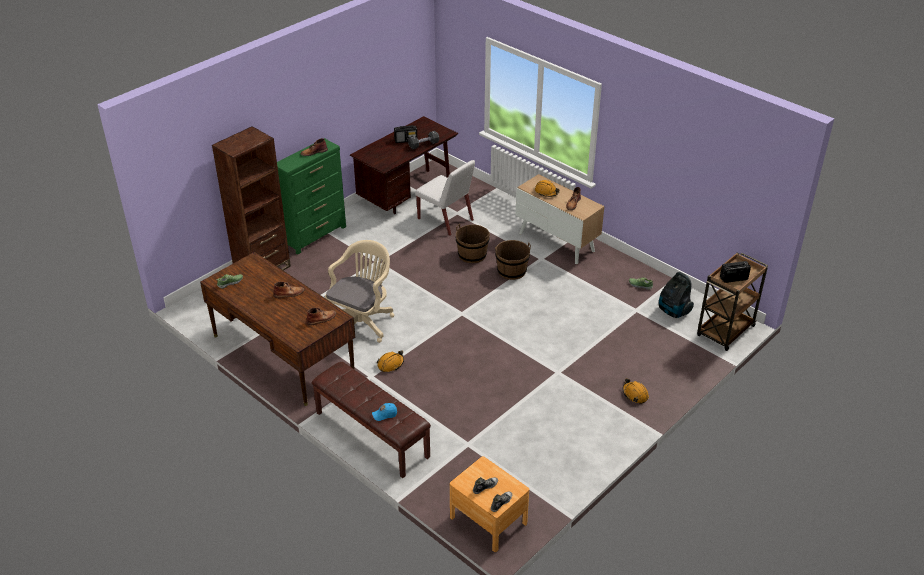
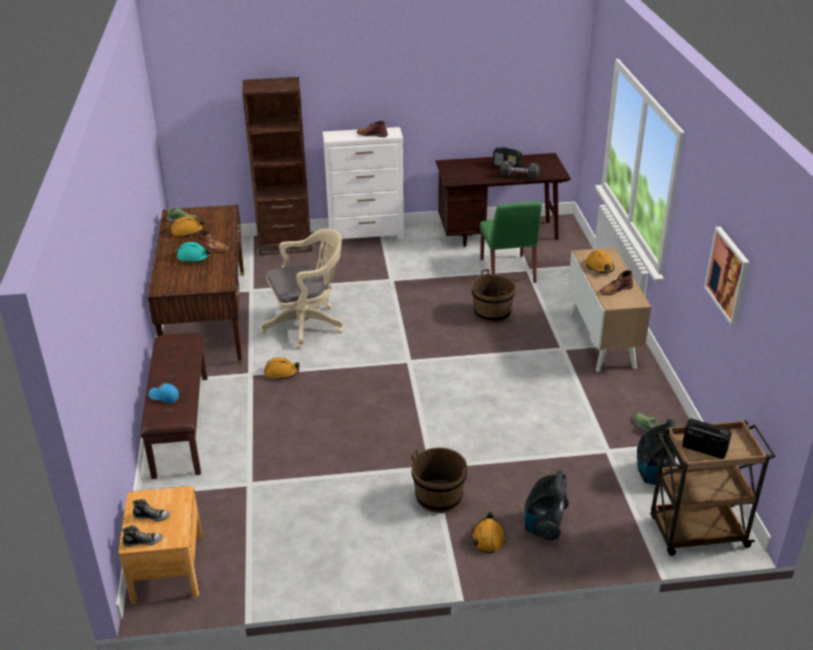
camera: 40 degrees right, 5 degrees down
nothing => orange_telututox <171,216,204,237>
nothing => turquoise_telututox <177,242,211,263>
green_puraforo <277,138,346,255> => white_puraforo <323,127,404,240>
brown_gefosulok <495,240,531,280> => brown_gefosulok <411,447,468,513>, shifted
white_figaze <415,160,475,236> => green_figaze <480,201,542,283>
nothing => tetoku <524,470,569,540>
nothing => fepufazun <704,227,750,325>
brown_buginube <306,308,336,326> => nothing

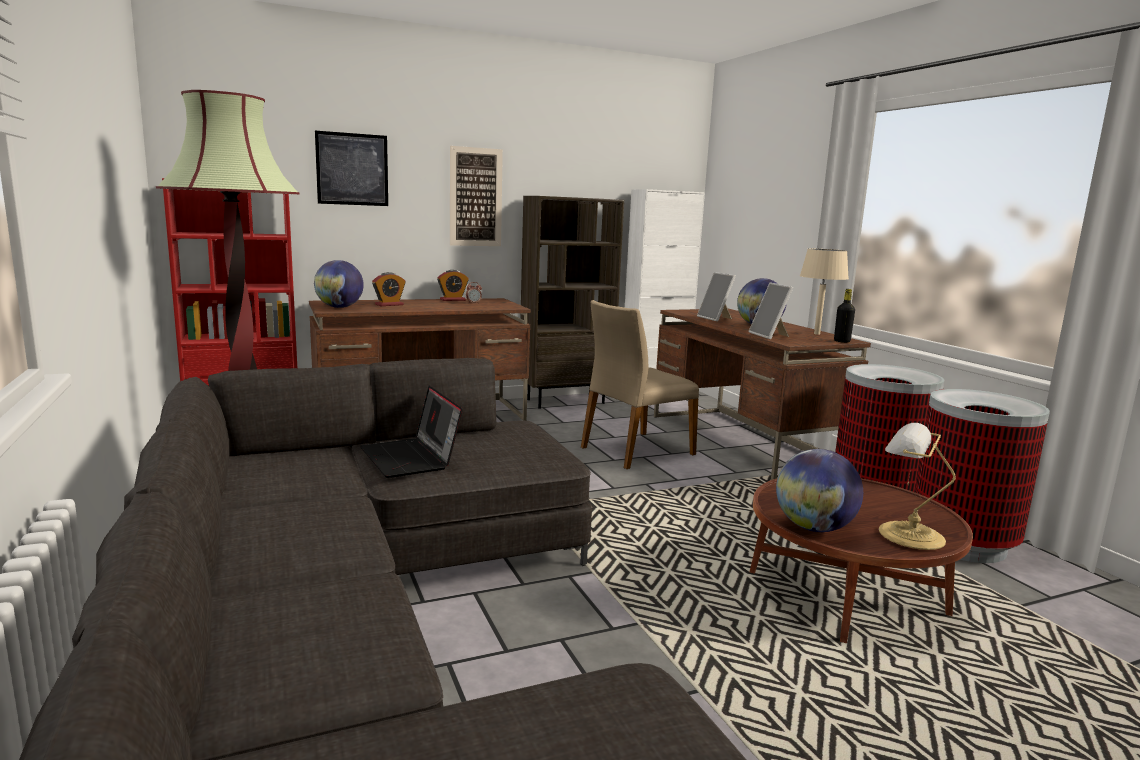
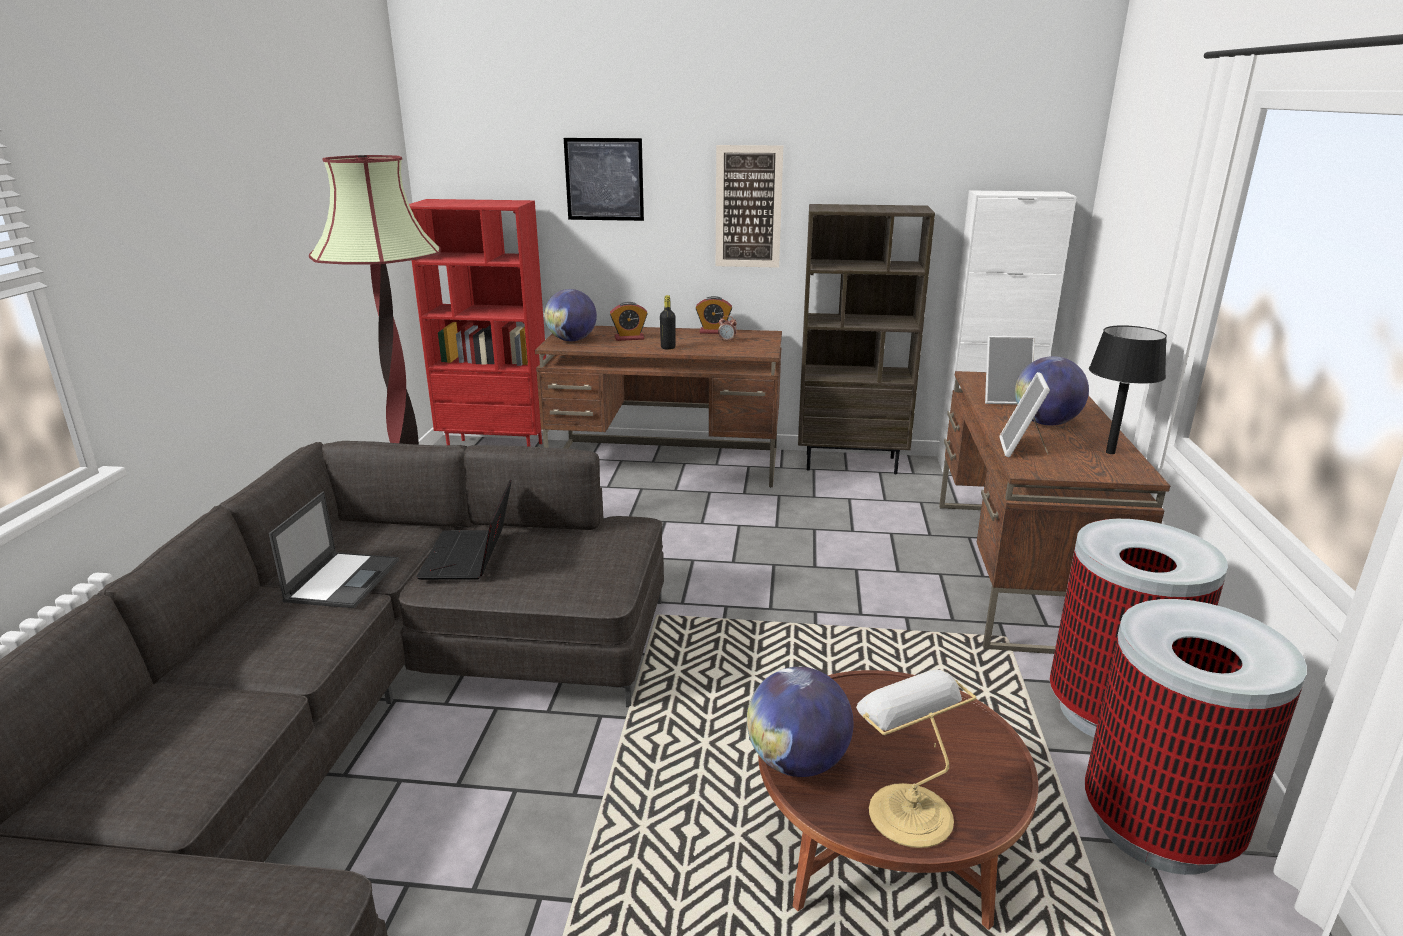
camera: 30 degrees right, 10 degrees up
nothing => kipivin <269,491,399,608>
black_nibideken <834,289,855,343> => black_nibideken <660,295,675,350>, shifted
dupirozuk <697,272,736,322> => dupirozuk <985,336,1035,405>, 90 degrees counterclockwise
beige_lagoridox <800,249,849,335> => black_lagoridox <1089,325,1167,454>
beige_figaze <581,300,699,469> => nothing

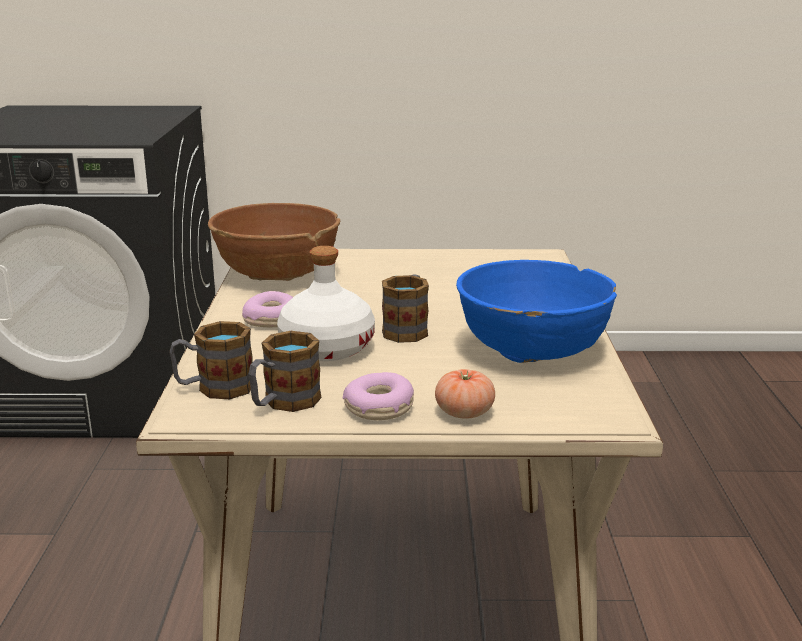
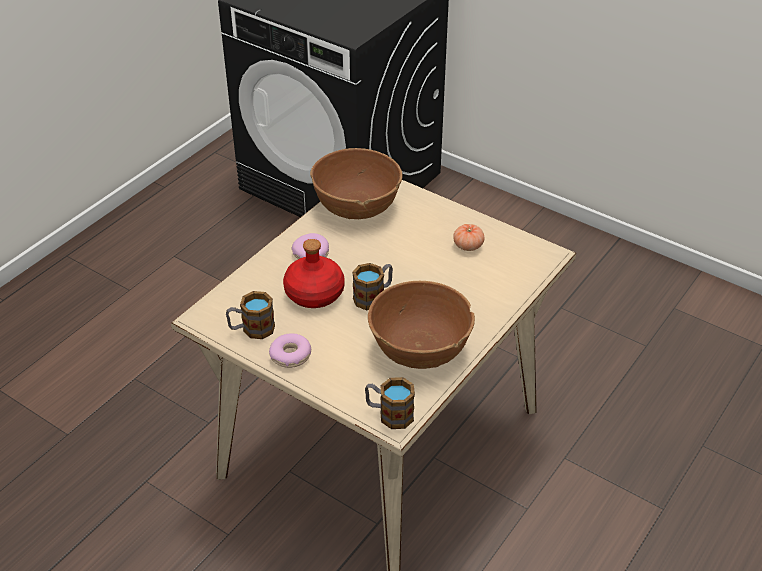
camera: 35 degrees right, 20 degrees up
white_nibideken <277,246,375,361> => red_nibideken <283,239,345,308>
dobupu <169,321,253,399> => dobupu <365,377,415,429>, shifted
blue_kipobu <456,260,617,363> => brown_kipobu <368,281,475,369>
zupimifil <435,369,495,419> => zupimifil <453,224,484,251>, shifted

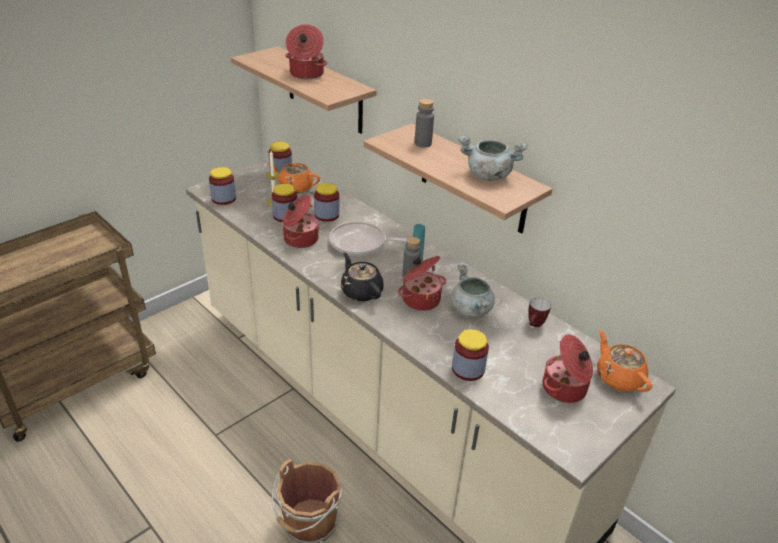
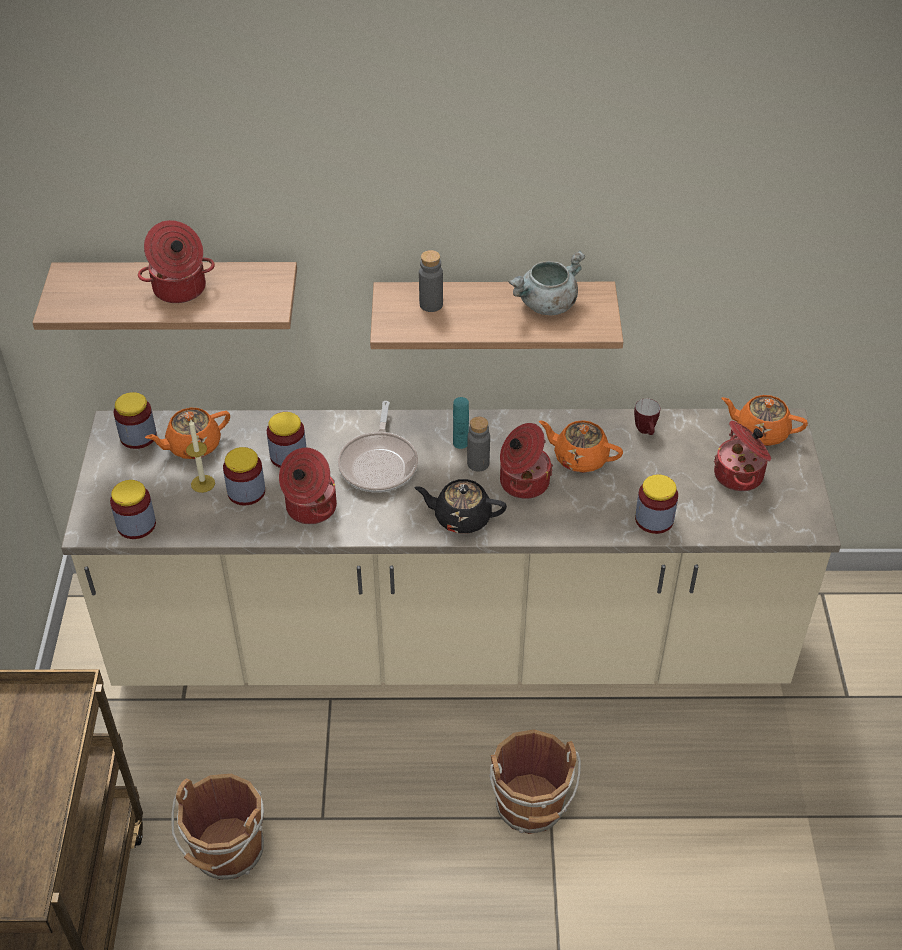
camera: 45 degrees left, 10 degrees up
nothing => brown_gefosulok <171,774,264,880>
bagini <329,221,407,256> => bagini <338,401,418,493>, 45 degrees counterclockwise
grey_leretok <450,265,495,317> => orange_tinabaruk <539,420,623,473>

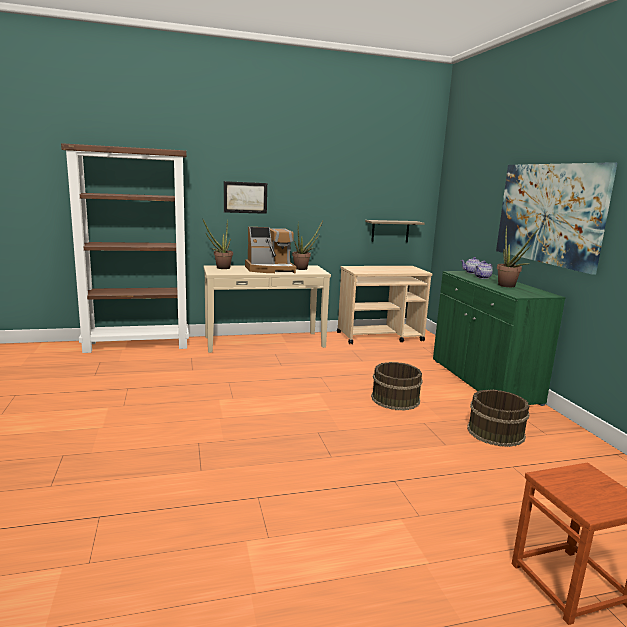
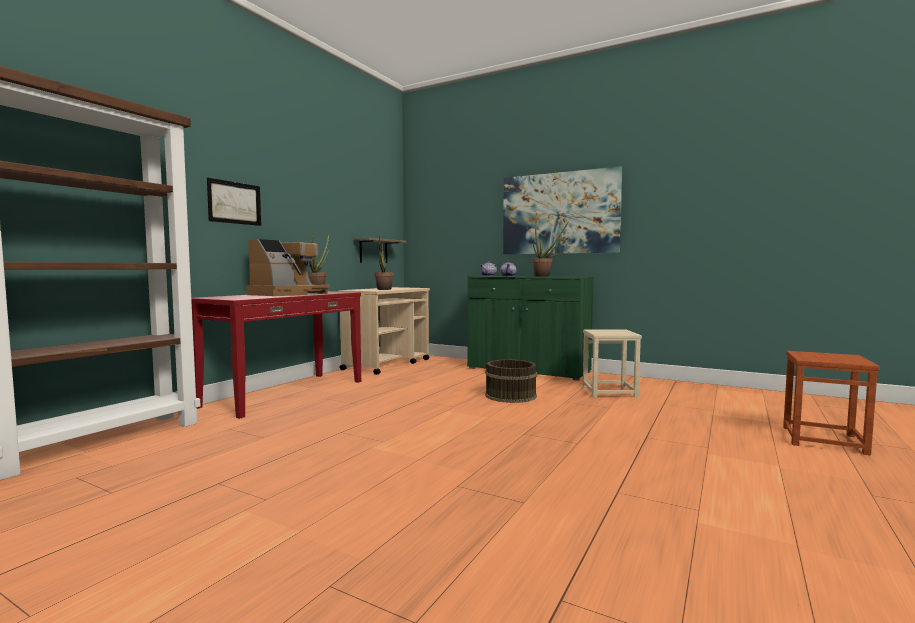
camera: 45 degrees left, 10 degrees down
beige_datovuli <204,265,331,353> => red_datovuli <191,291,361,418>
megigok <202,218,233,269> => megigok <374,236,394,290>, shifted
brown_gefosulok <467,390,529,447> => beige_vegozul <583,329,642,398>

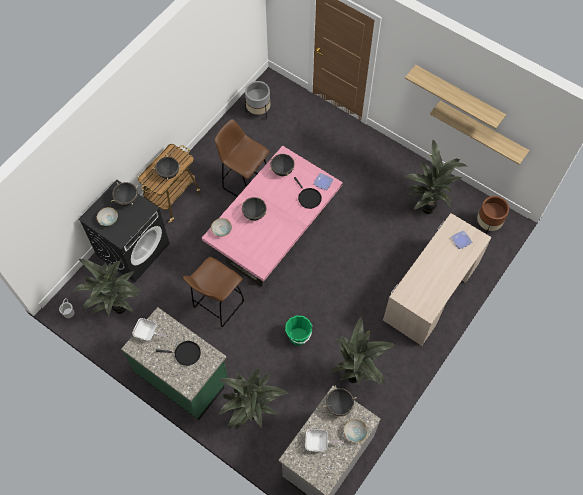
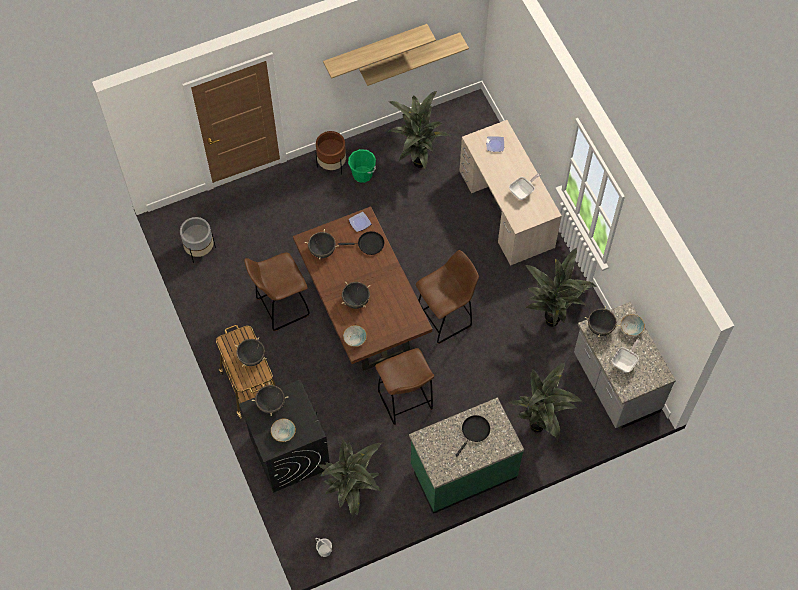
camera: 60 degrees left, 0 degrees up
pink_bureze <202,146,343,287> => brown_bureze <293,207,432,371>
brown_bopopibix <477,196,509,233> => brown_bopopibix <316,131,346,174>, shifted
green_gefosulok <285,315,312,345> => green_gefosulok <348,149,376,183>, shifted
nothing => brown_vegozul <416,250,479,344>
bagini <132,318,169,341> => bagini <509,173,541,200>, shifted

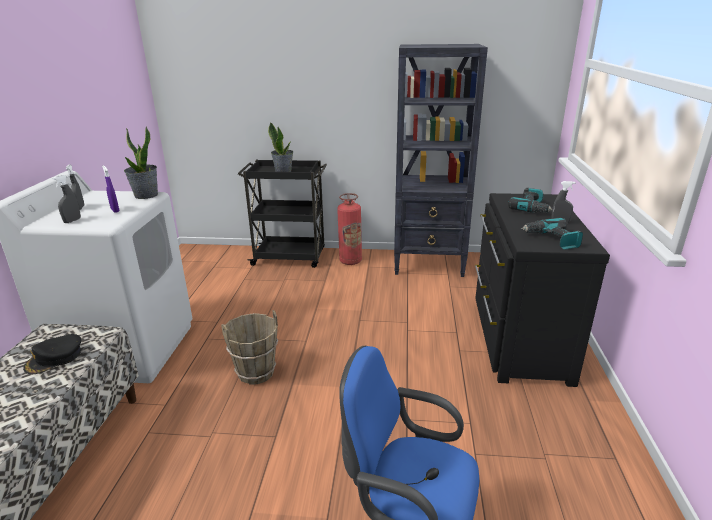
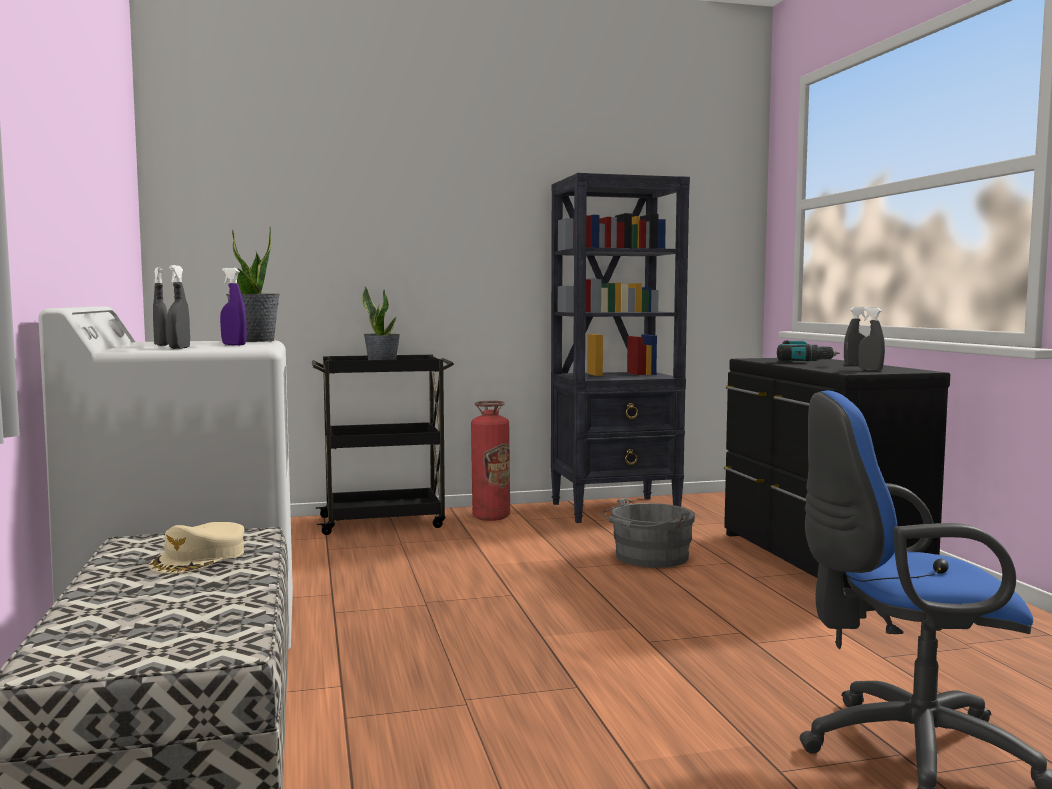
camera: 20 degrees left, 20 degrees down
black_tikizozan <23,334,81,374> => beige_tikizozan <149,522,244,574>
nothing => grey_gefosulok <602,498,695,568>
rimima <521,218,583,250> => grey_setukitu <858,307,885,371>
brown_gefosulok <221,310,278,385> => nothing

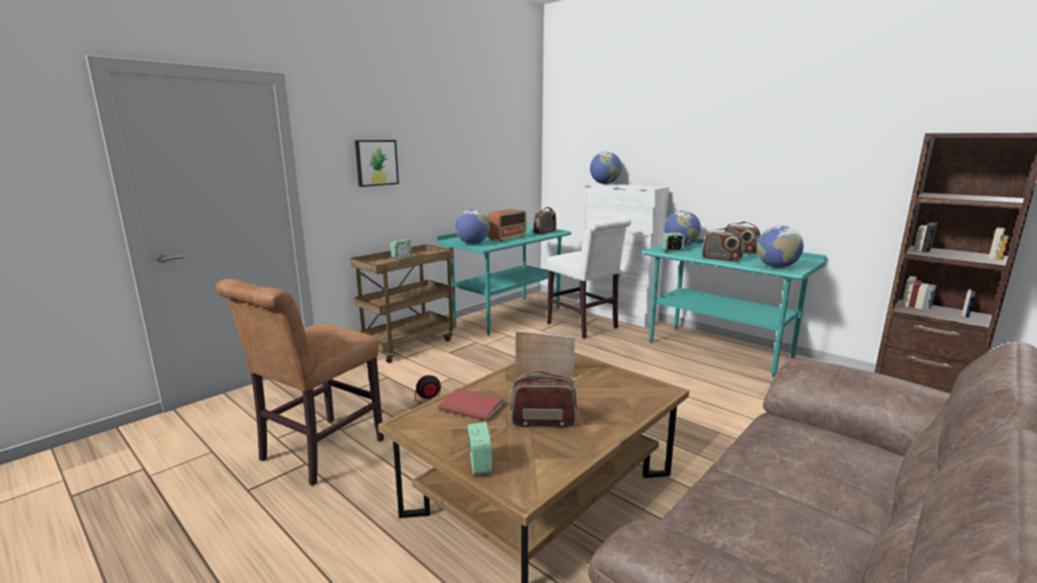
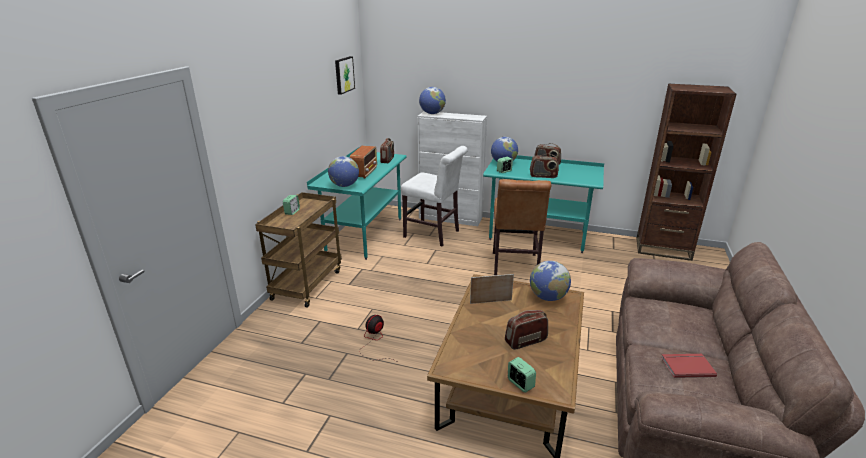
camera: 25 degrees left, 10 degrees up
fepufazun <355,140,399,187> => fepufazun <335,56,355,95>, shifted
brown_figaze <215,278,384,486> => brown_figaze <493,179,551,275>, shifted
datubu <756,226,804,268> => datubu <530,261,571,301>, shifted
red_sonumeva <438,388,505,421> => red_sonumeva <661,354,717,378>, shifted

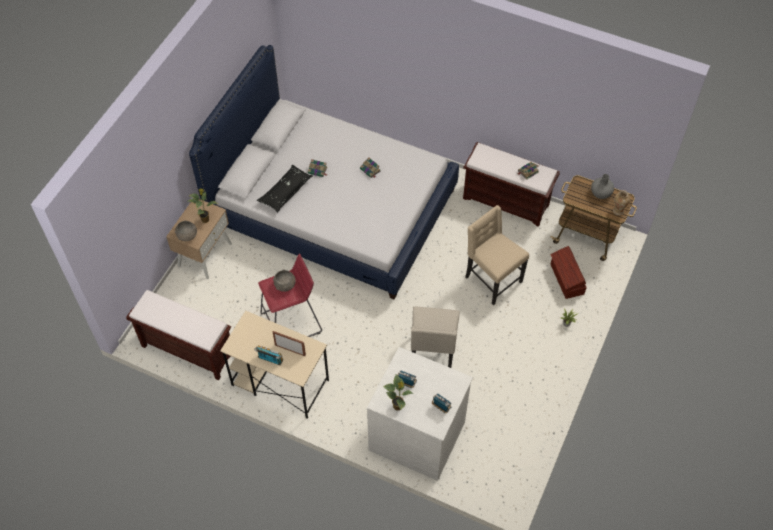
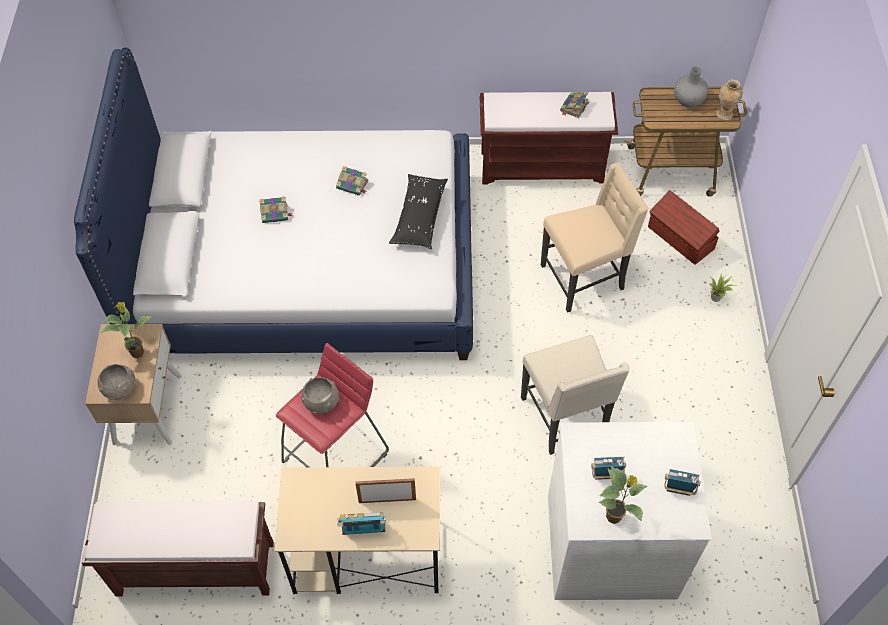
camera: 25 degrees left, 0 degrees up
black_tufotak <257,165,312,213> => black_tufotak <389,174,448,249>, shifted
beige_figaze <465,205,529,306> => beige_figaze <541,163,649,313>, 135 degrees clockwise

